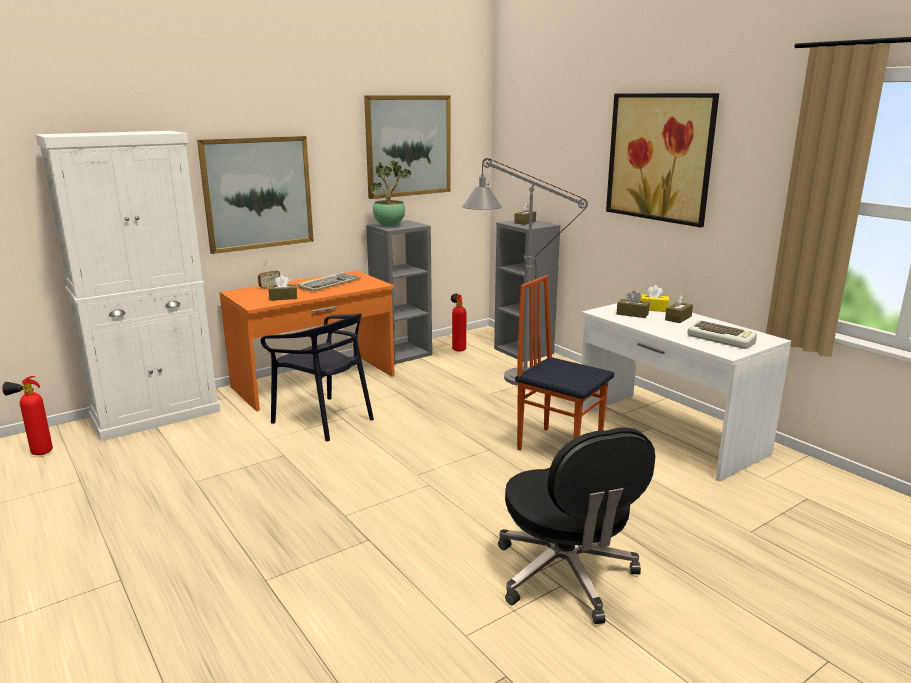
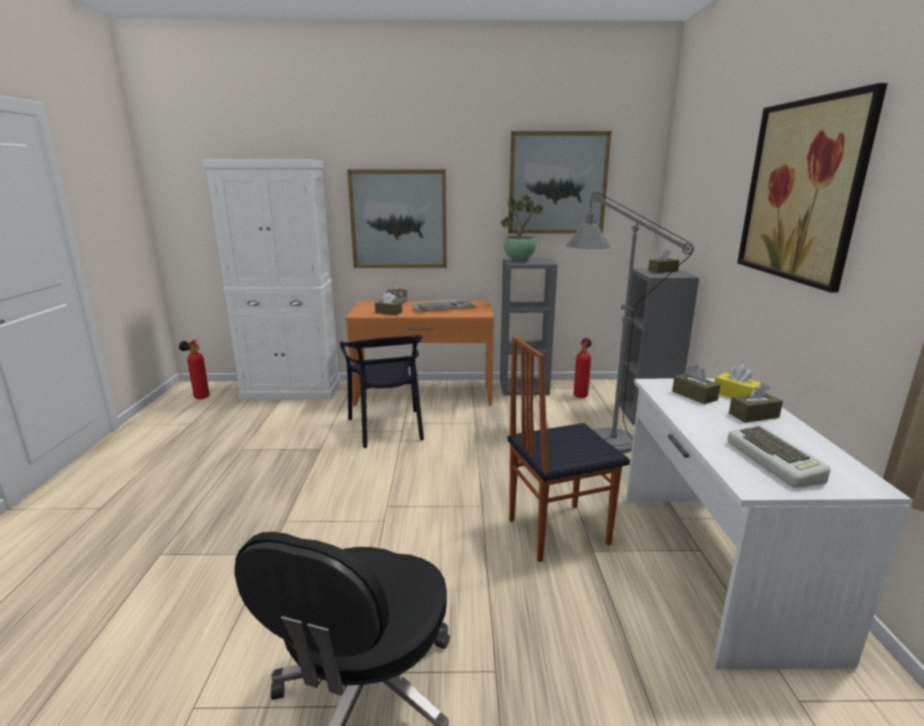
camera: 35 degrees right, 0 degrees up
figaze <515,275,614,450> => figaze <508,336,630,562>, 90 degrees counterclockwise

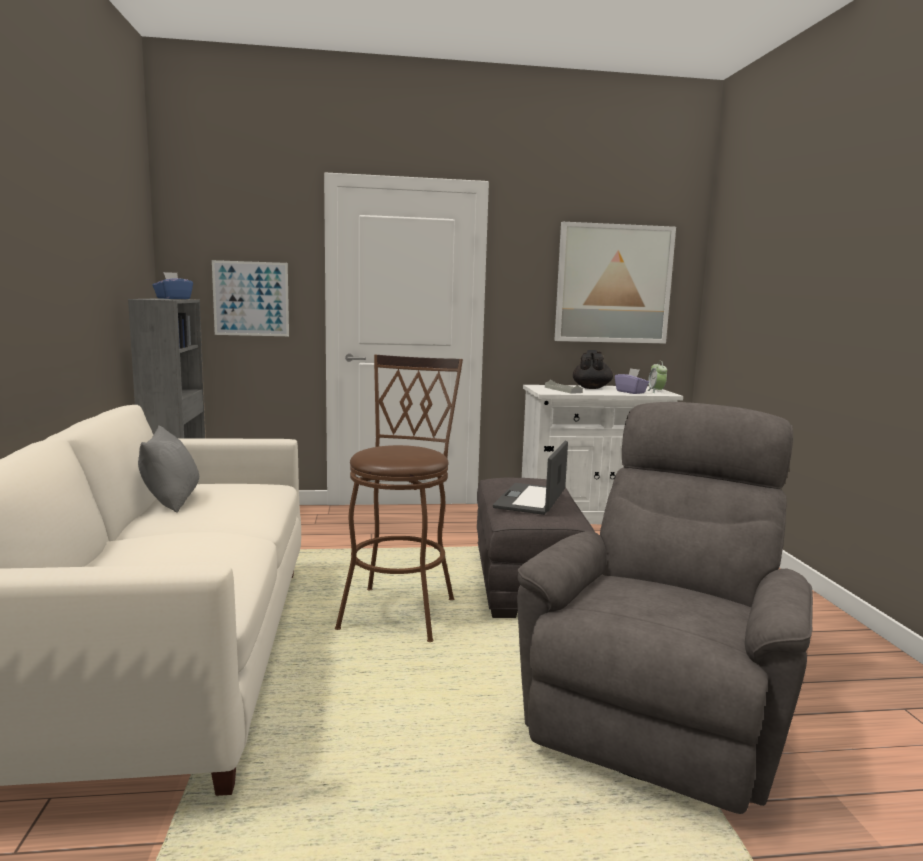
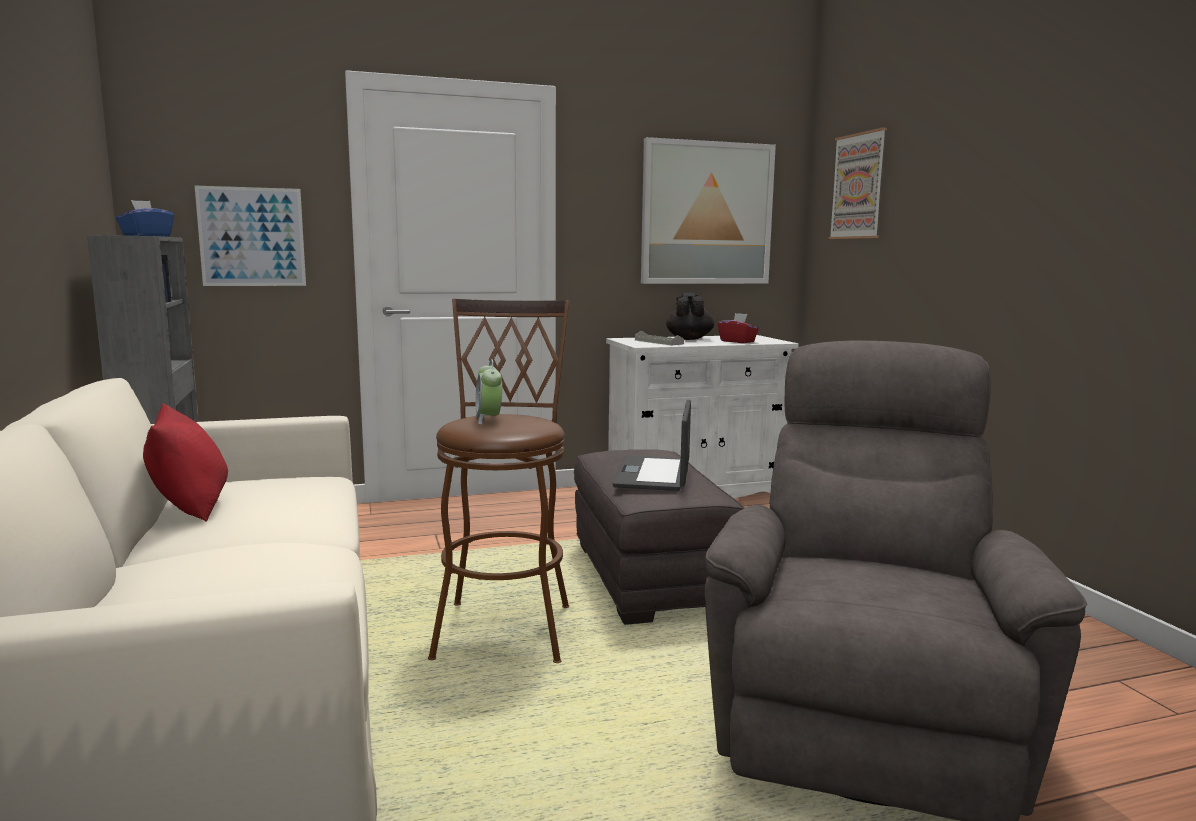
camera: 10 degrees left, 0 degrees up
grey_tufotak <138,425,199,513> => red_tufotak <143,403,228,522>
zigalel <647,361,667,393> => zigalel <475,359,502,424>, shifted
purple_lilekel <615,368,649,394> => red_lilekel <718,313,759,343>
nothing => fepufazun <828,128,887,239>

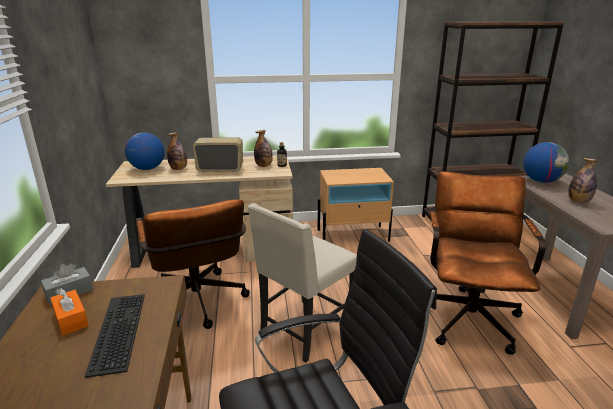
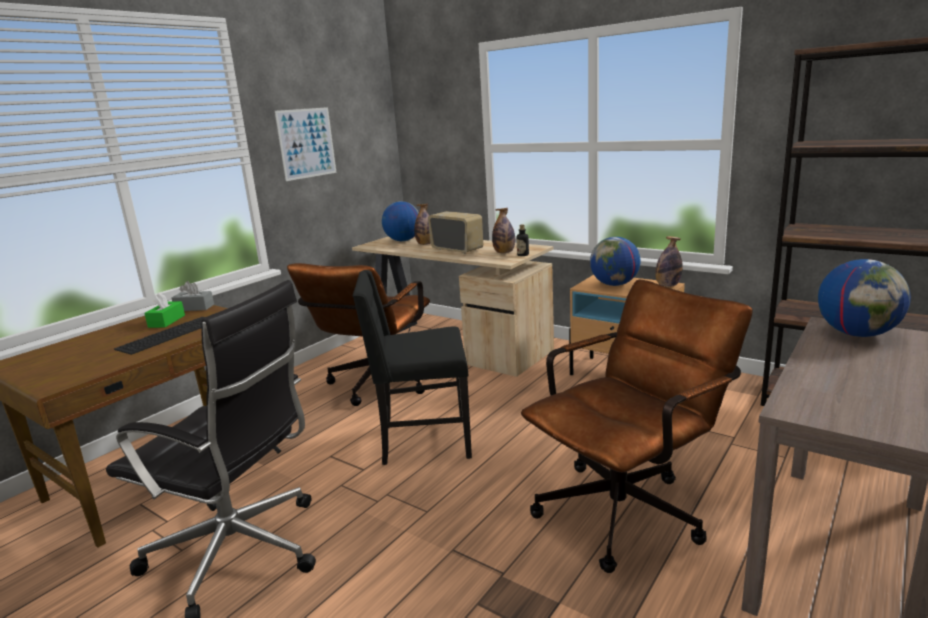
camera: 45 degrees right, 5 degrees down
orange_lilekel <50,288,89,335> => green_lilekel <144,293,185,328>
nothing => fepufazun <275,107,337,181>
beige_figaze <248,203,357,363> => black_figaze <353,270,472,465>
nothing => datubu <590,237,641,286>
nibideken <568,158,598,203> => nibideken <655,236,683,287>, shifted

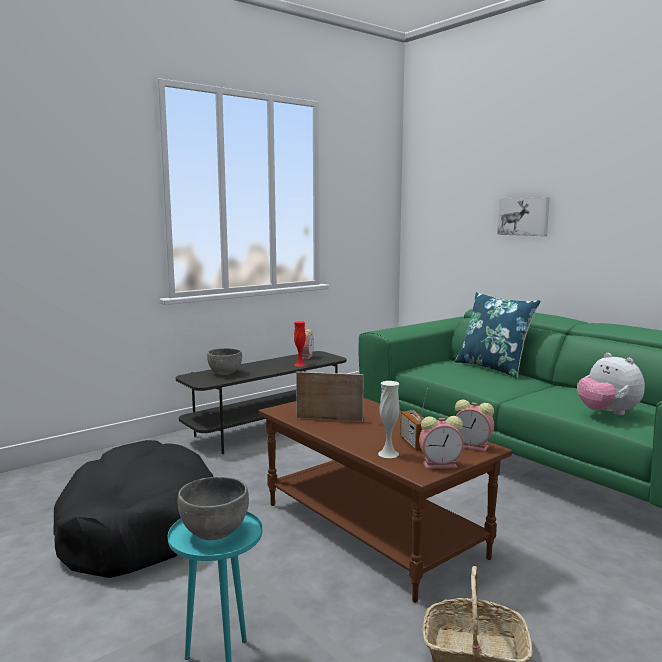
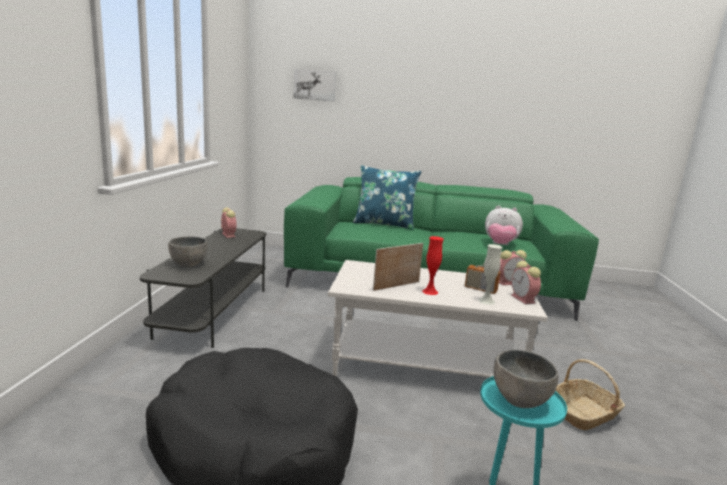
camera: 45 degrees left, 5 degrees up
fepufazun <497,198,550,236> => fepufazun <293,69,336,102>, shifted
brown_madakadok <259,398,512,603> => white_madakadok <328,260,548,377>
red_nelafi <294,321,306,367> => red_nelafi <422,236,444,295>, shifted
zigalel <419,416,464,469> => zigalel <511,261,541,304>, 120 degrees clockwise

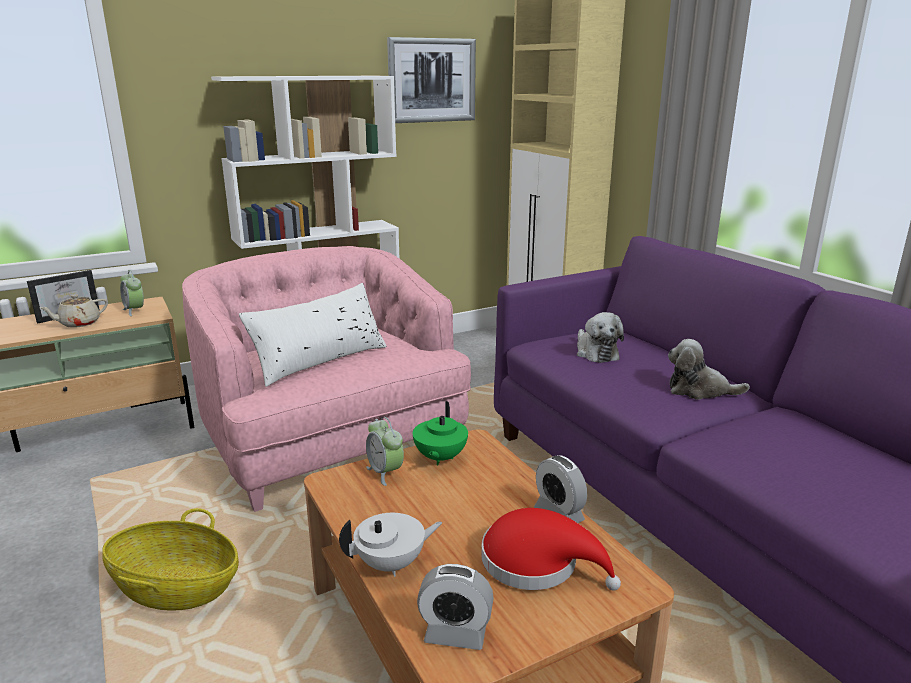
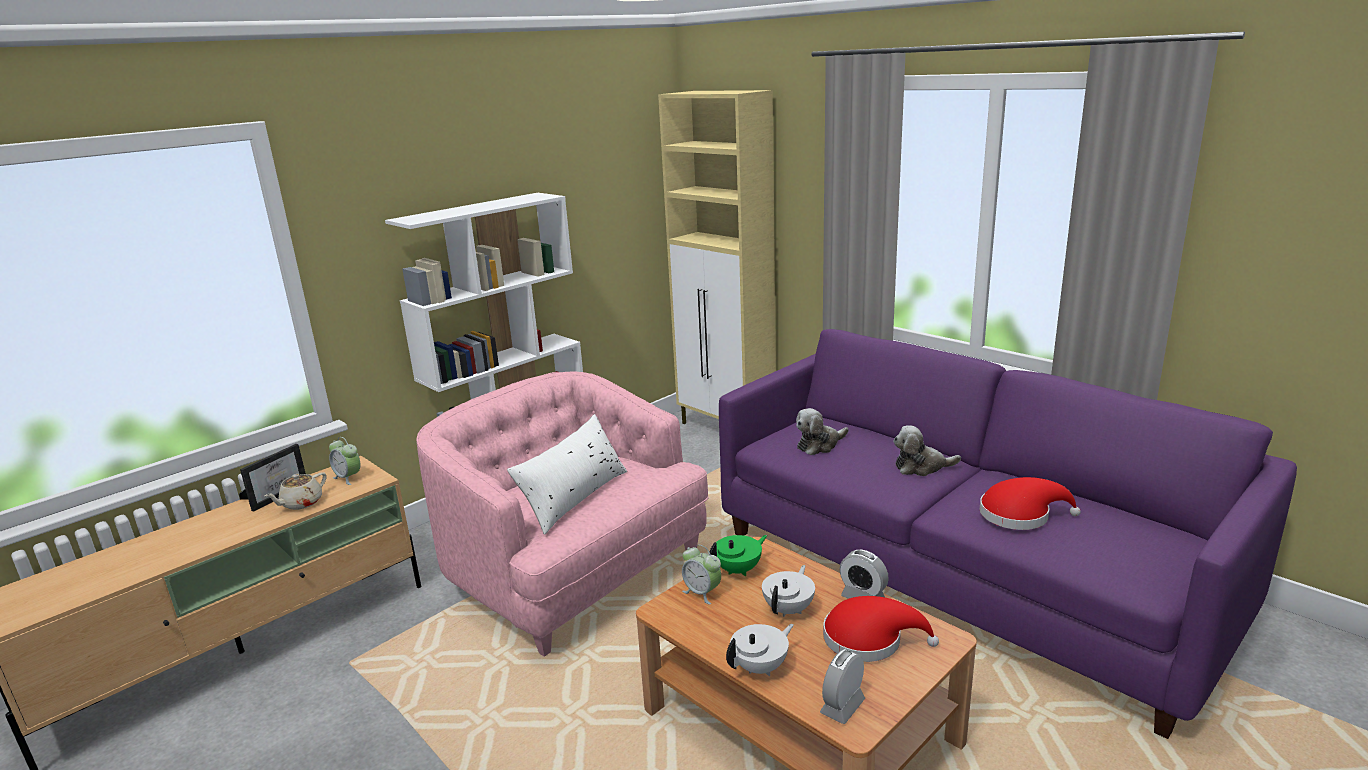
camera: 15 degrees left, 0 degrees up
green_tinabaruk <413,401,468,465> => green_tinabaruk <709,535,767,576>, 120 degrees counterclockwise
nothing => white_tinabaruk <762,565,815,617>
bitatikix <577,312,624,363> => bitatikix <796,408,848,455>, 90 degrees clockwise
zigalel <417,564,494,650> => zigalel <820,649,865,724>, 135 degrees clockwise
nothing => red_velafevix <980,477,1081,530>
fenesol <102,508,239,611> => nothing
fepufazun <387,37,476,123> => nothing

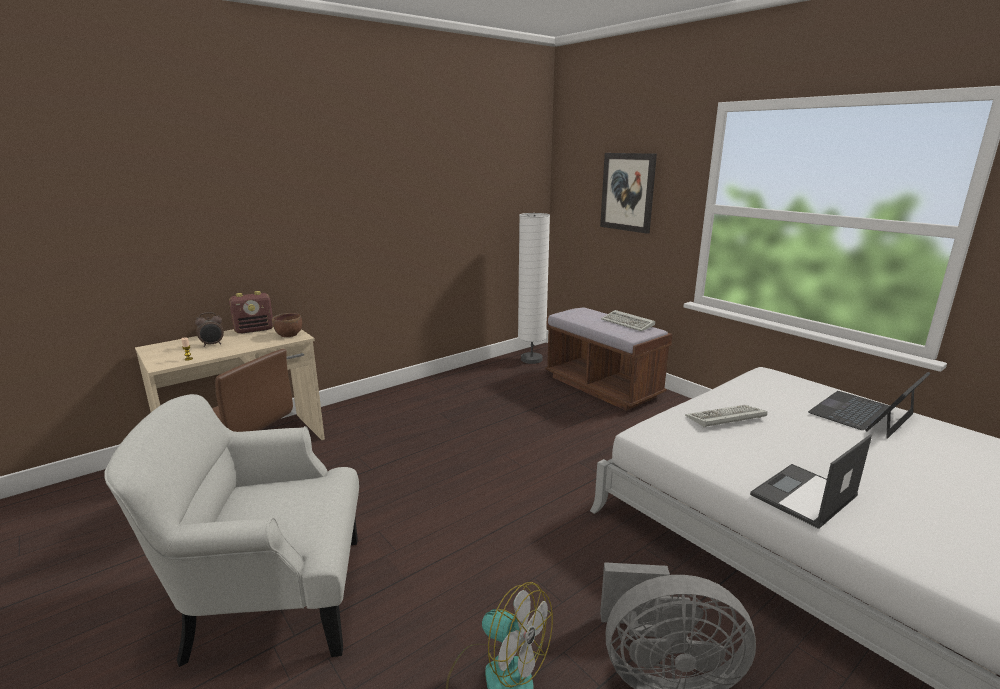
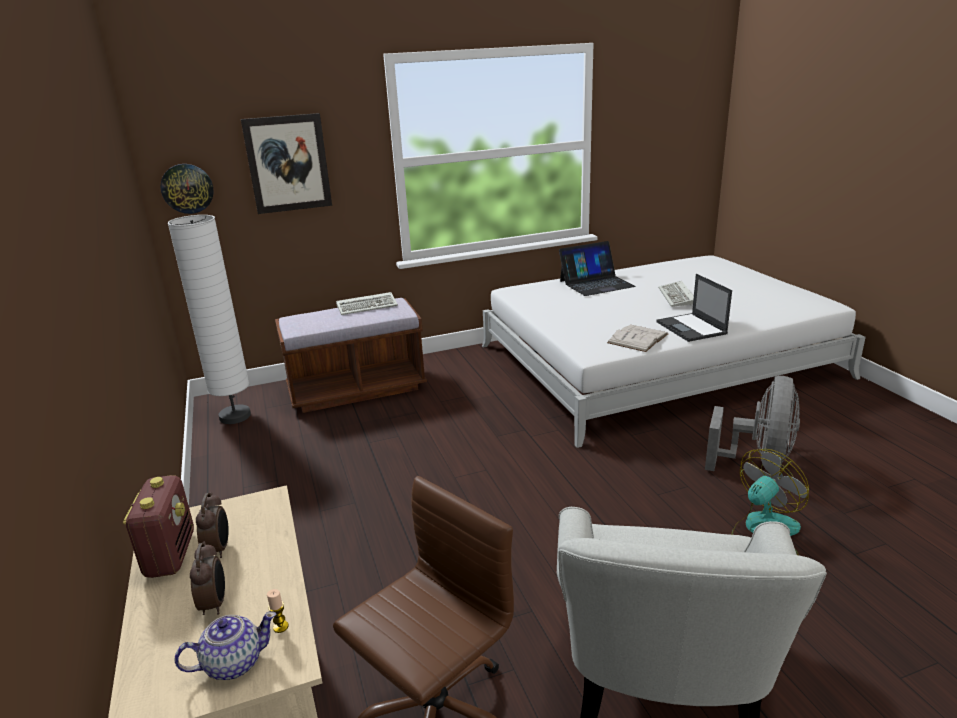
camera: 70 degrees left, 5 degrees up
nothing => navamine <160,164,214,214>
nothing => tinabaruk <174,611,276,680>
nothing => zigalel <196,493,229,558>
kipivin <808,372,931,439> => kipivin <559,241,636,296>, 90 degrees counterclockwise
nothing => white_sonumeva <607,325,668,352>
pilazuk <685,405,767,428> => pilazuk <658,281,694,307>, shifted
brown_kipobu <272,313,302,337> => nothing

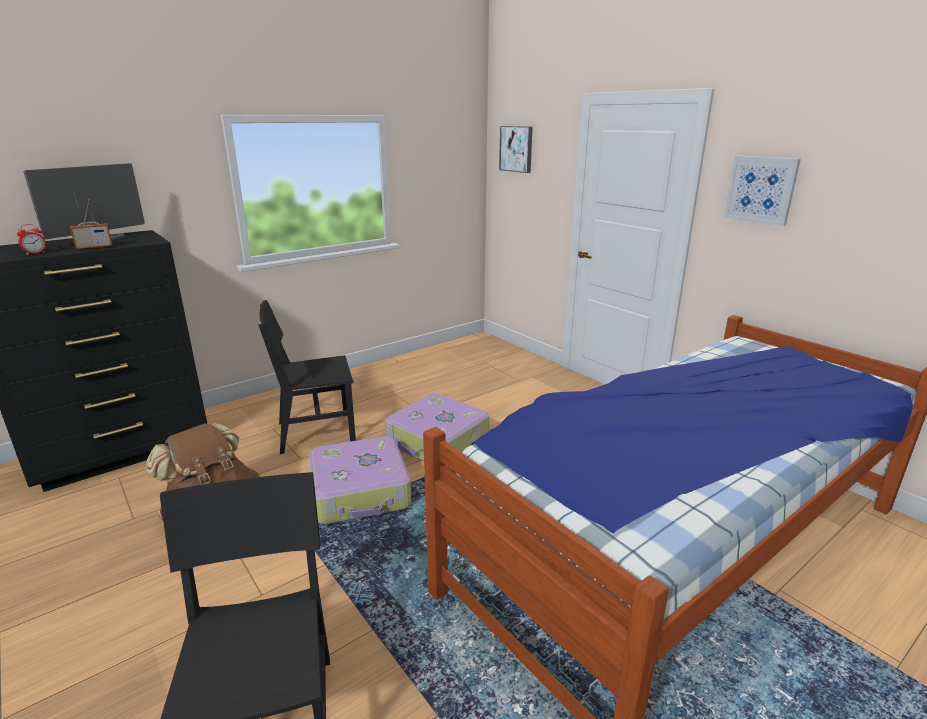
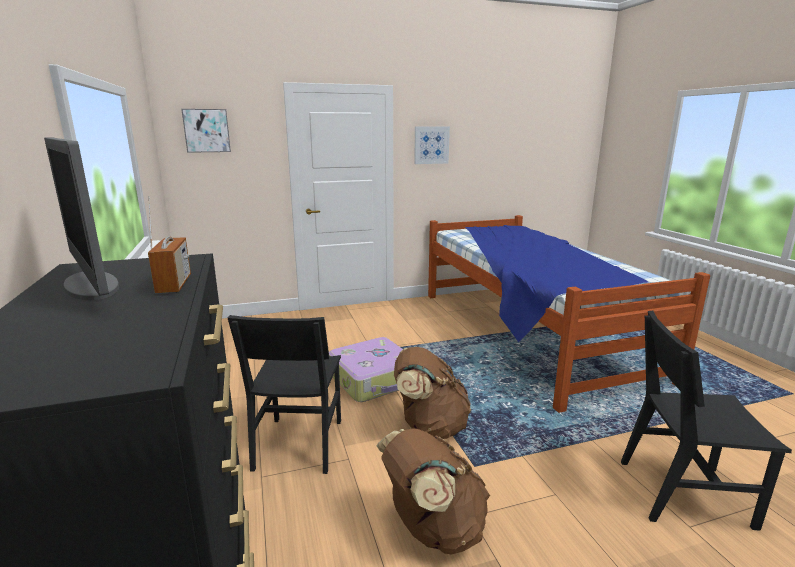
camera: 70 degrees left, 5 degrees down
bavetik <309,436,412,524> => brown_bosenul <394,347,471,439>
zigalel <17,224,46,255> => nothing

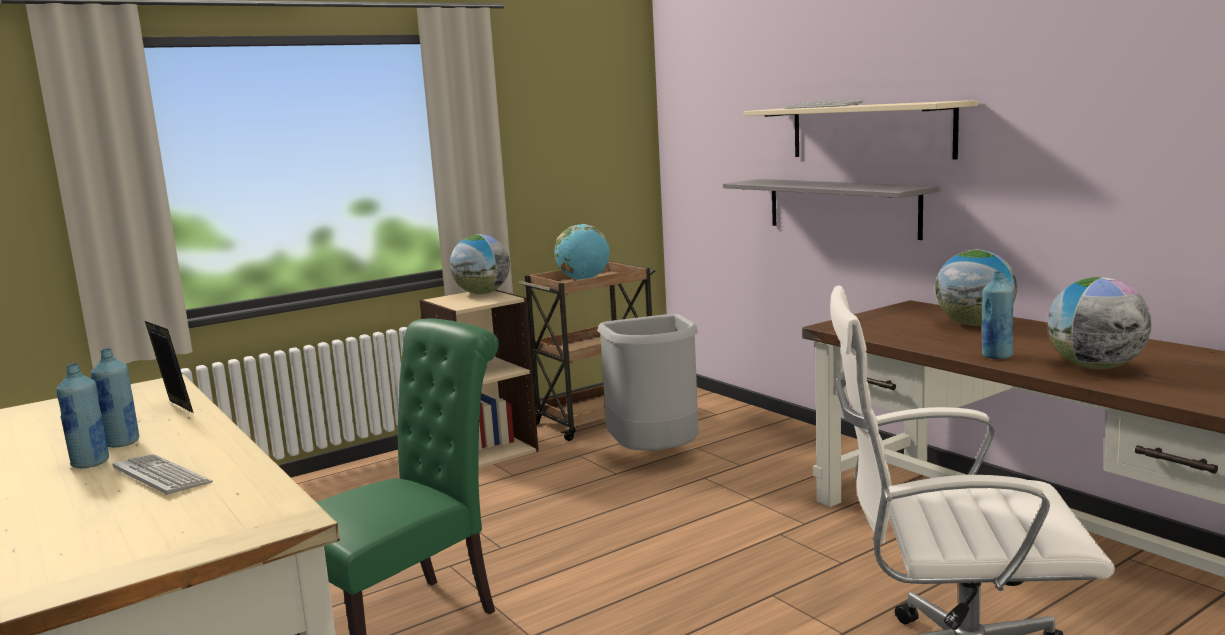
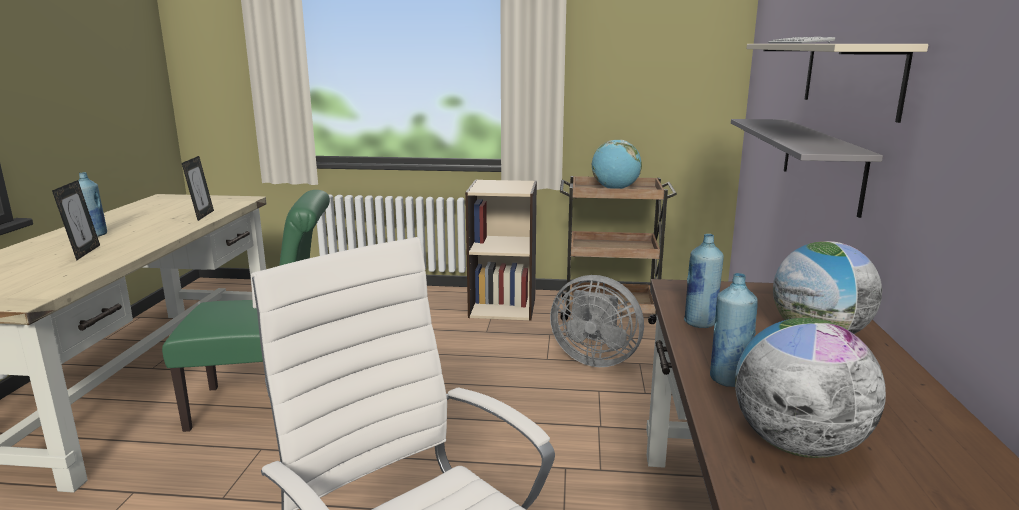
camera: 40 degrees right, 5 degrees up
pilazuk <112,454,213,496> => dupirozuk <52,180,100,261>
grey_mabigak <597,314,699,450> => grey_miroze <550,275,644,367>
blue_nibideken <91,348,139,447> => blue_nibideken <684,234,724,328>, shifted
datubu <450,234,510,294> => nothing

